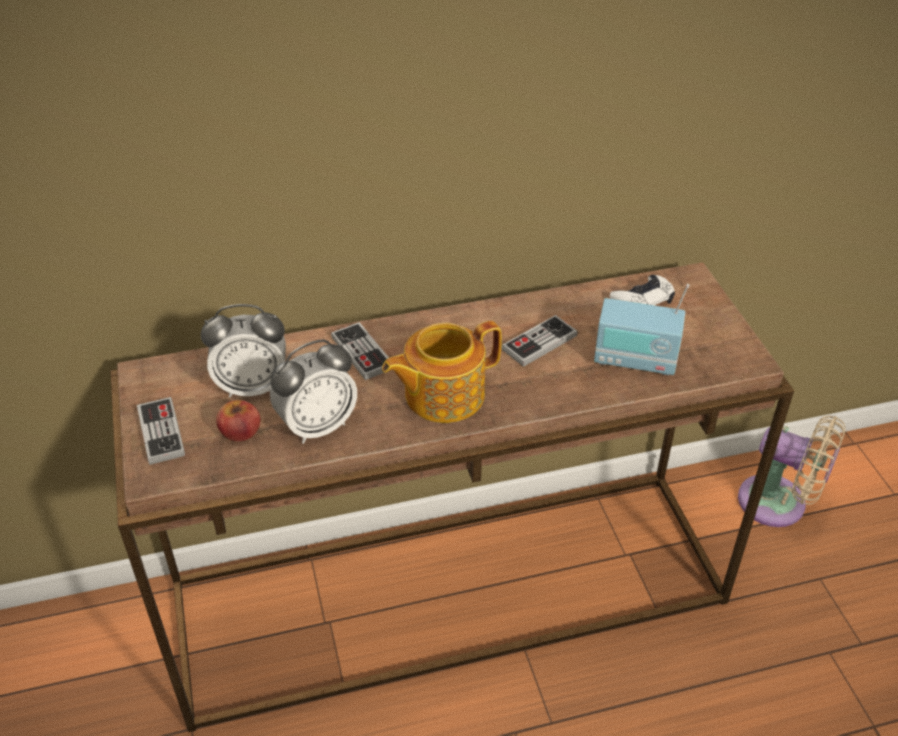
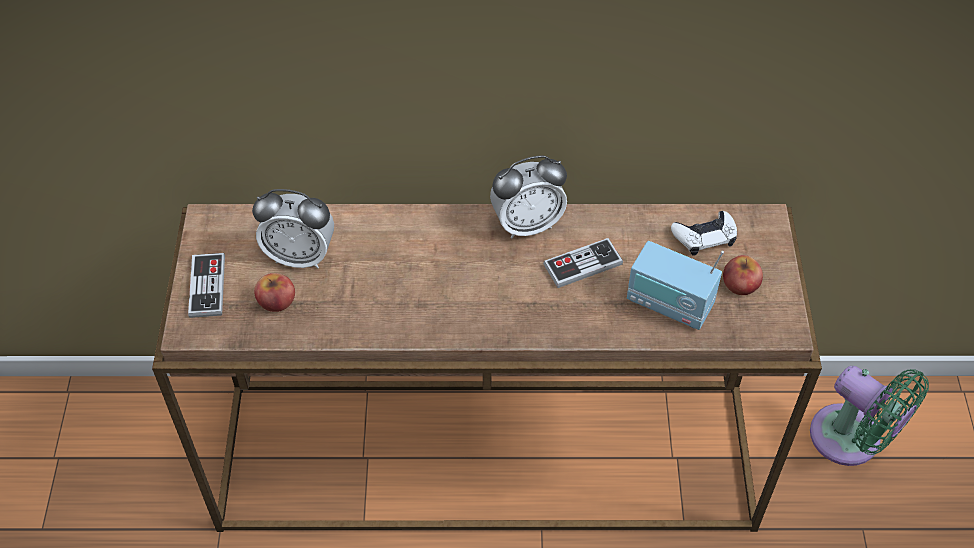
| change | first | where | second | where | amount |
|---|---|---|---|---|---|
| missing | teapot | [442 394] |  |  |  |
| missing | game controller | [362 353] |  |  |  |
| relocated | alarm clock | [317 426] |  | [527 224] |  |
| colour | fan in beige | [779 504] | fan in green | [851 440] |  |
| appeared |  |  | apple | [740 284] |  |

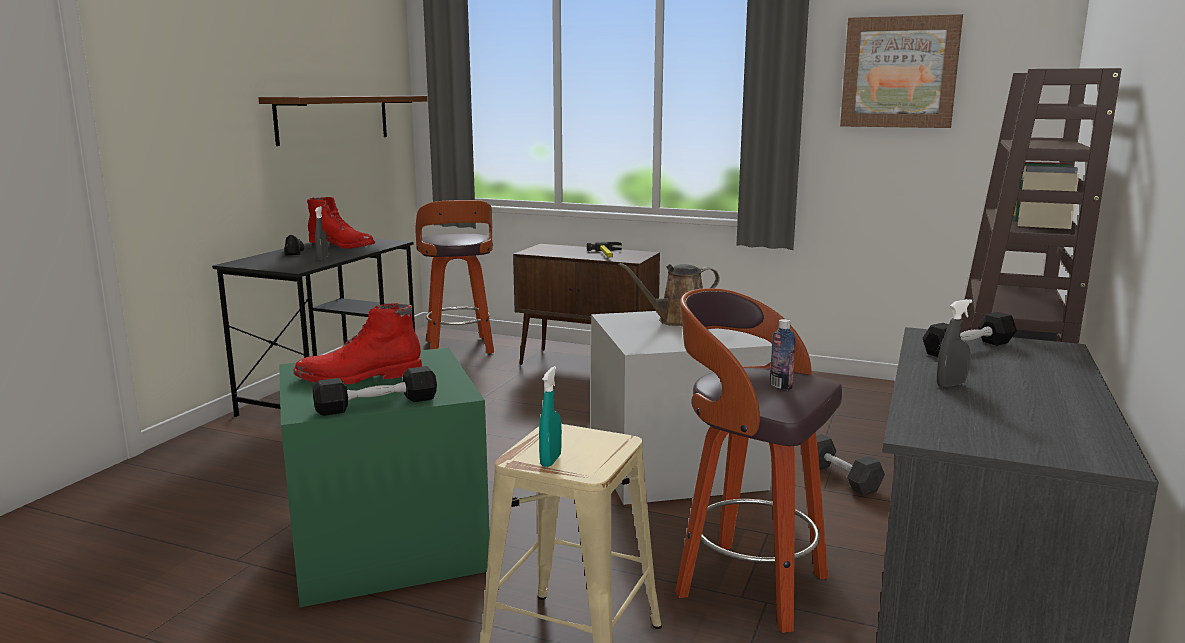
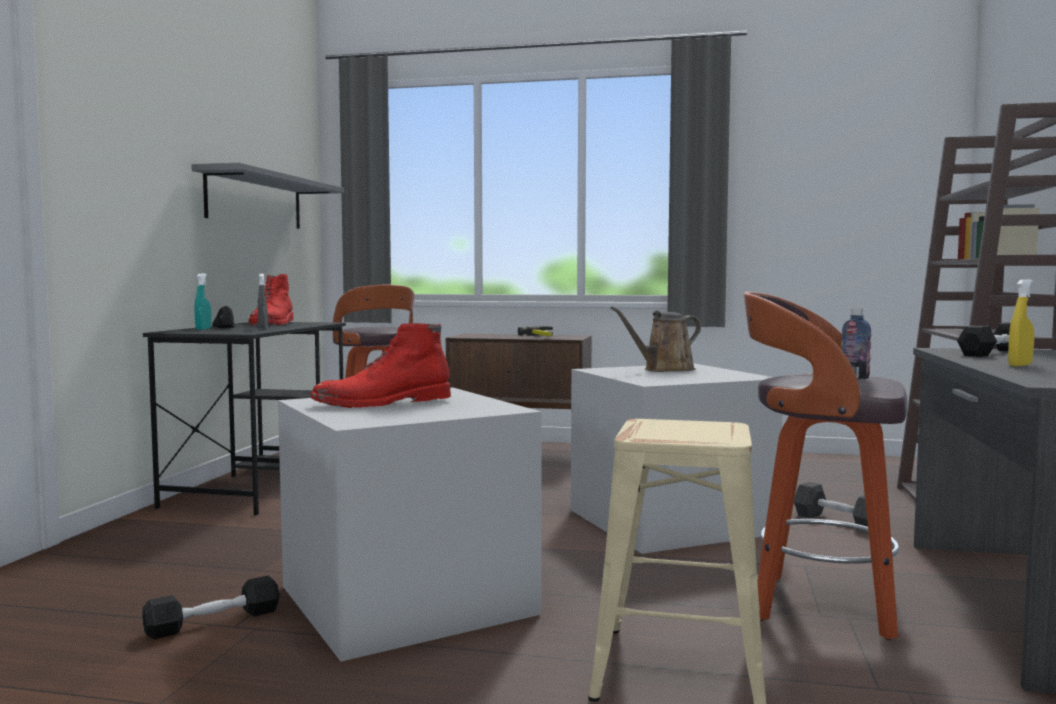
| change | first | where | second | where | amount |
|---|---|---|---|---|---|
| missing | picture | [899 72] |  |  |  |
| colour | shelf in brown | [333 118] | shelf in grey | [255 200] |  |
| spun | boot in red | [343 245] |  | [273 324] | 75 degrees clockwise |
| colour | spray bottle in grey | [951 385] | spray bottle in yellow | [1020 365] |  |
| colour | storage box in green | [390 544] | storage box in grey | [410 600] |  |
| relocated | dumbbell in black | [377 404] |  | [213 622] |  |
| relocated | spray bottle in turquoise | [550 460] |  | [203 329] |  |

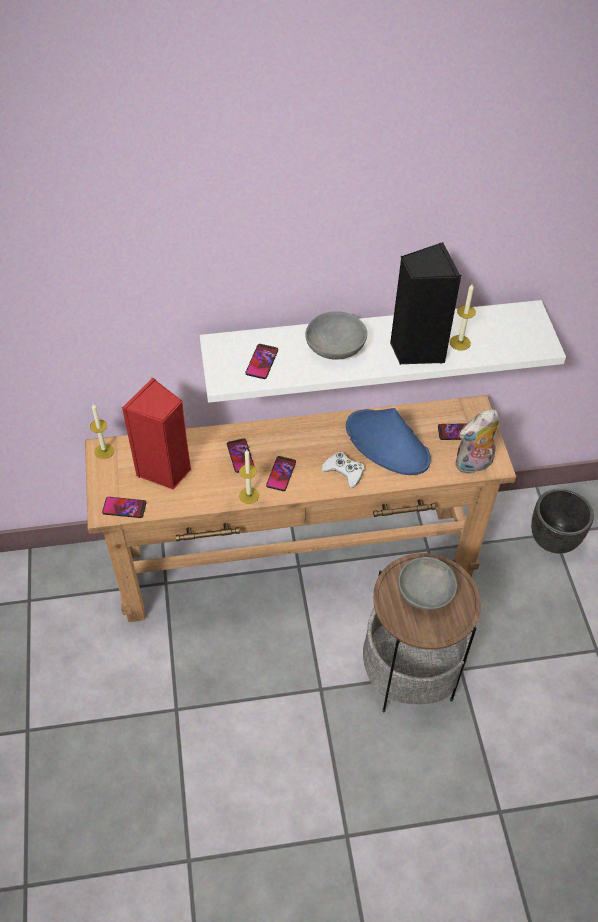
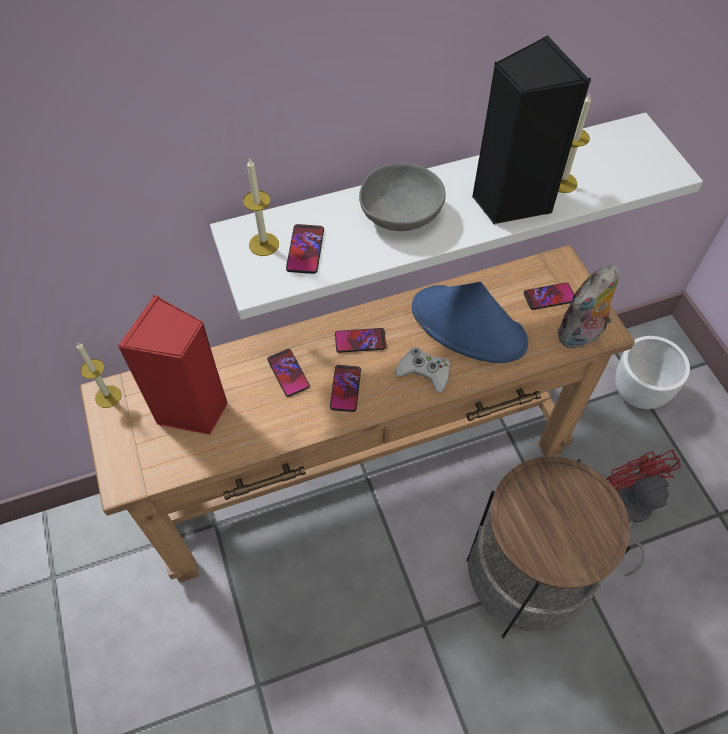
| change | first | where | second | where | amount |
|---|---|---|---|---|---|
| relocated | candle | [249 495] |  | [264 244] |  |
| colour | planter in black | [553 540] | planter in white | [638 392] |  |
| relocated | phone | [124 508] |  | [360 341] |  |
| missing | bowl in grey | [425 593] |  |  |  |
| appeared |  |  | fan in red | [627 512] |  |

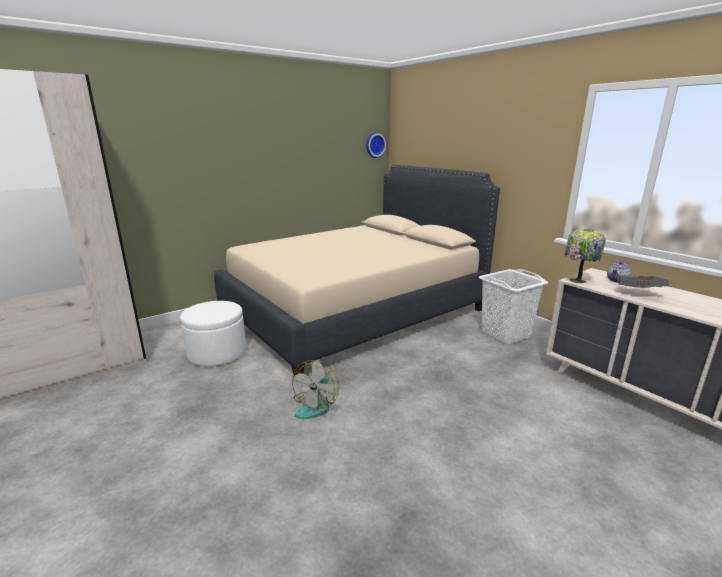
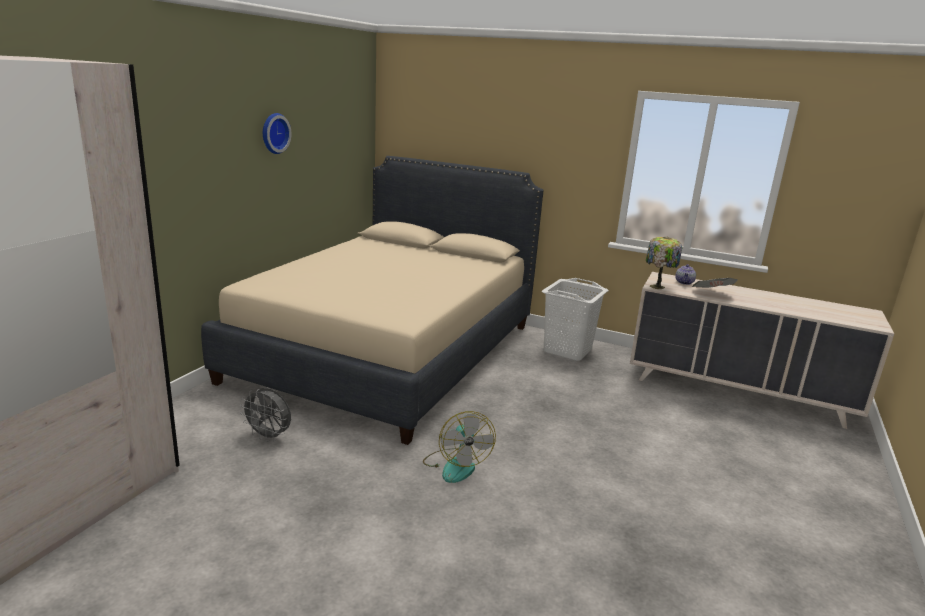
| change | first | where | second | where | amount |
|---|---|---|---|---|---|
| relocated | wall clock | [374 145] |  | [273 133] |  |
| exchanged | ottoman in white | [217 353] | fan in grey | [269 437] |  |

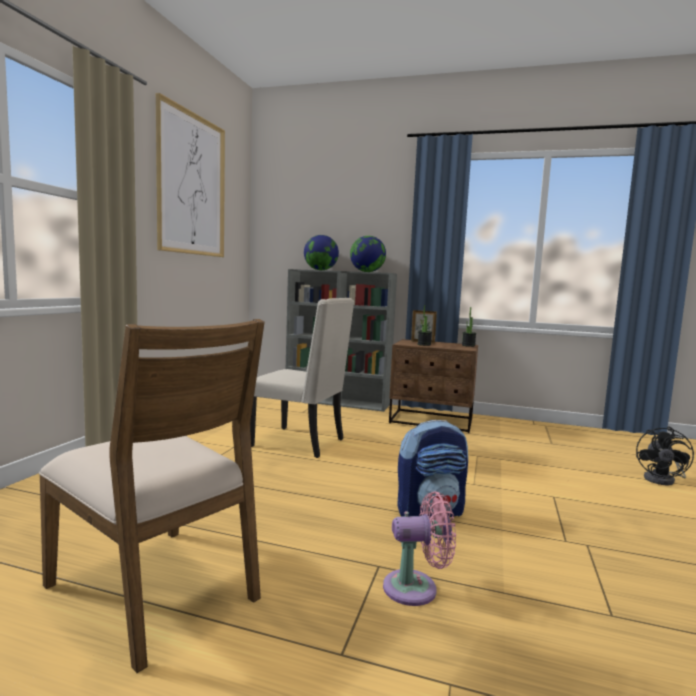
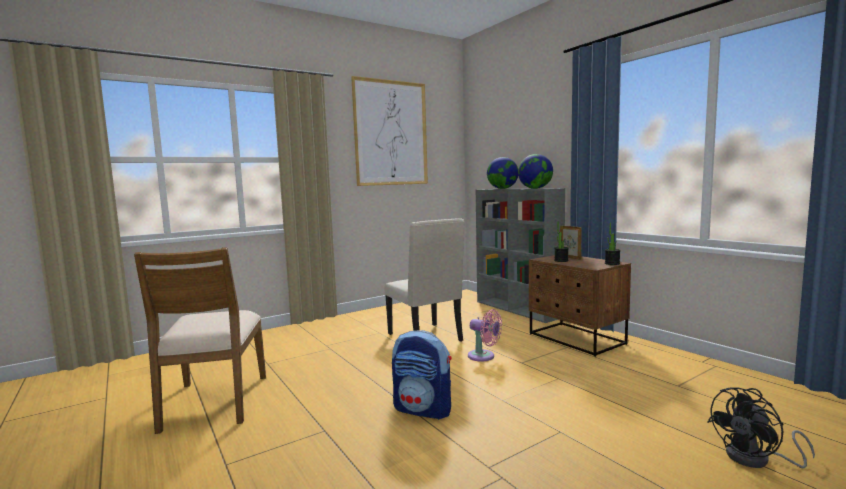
| change | first | where | second | where | amount |
|---|---|---|---|---|---|
| relocated | fan in pink | [416 588] |  | [483 356] |  |

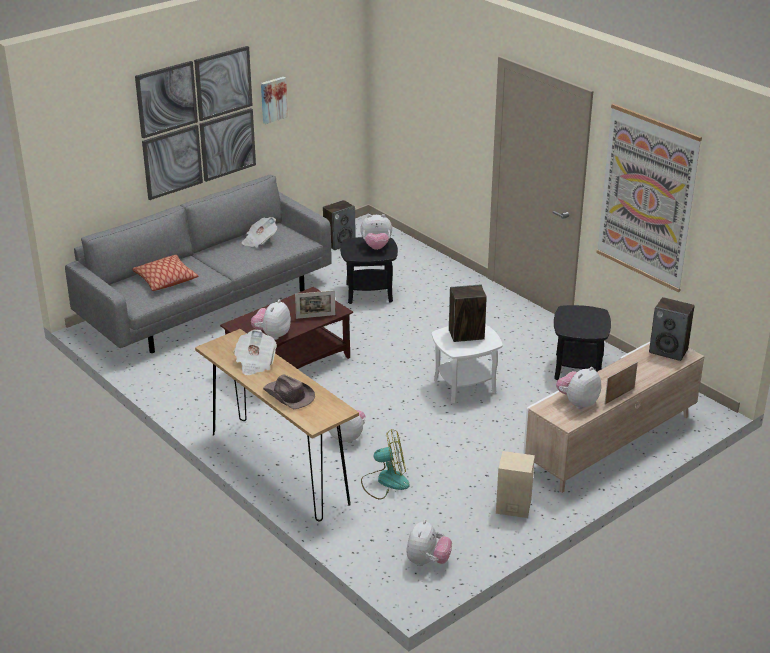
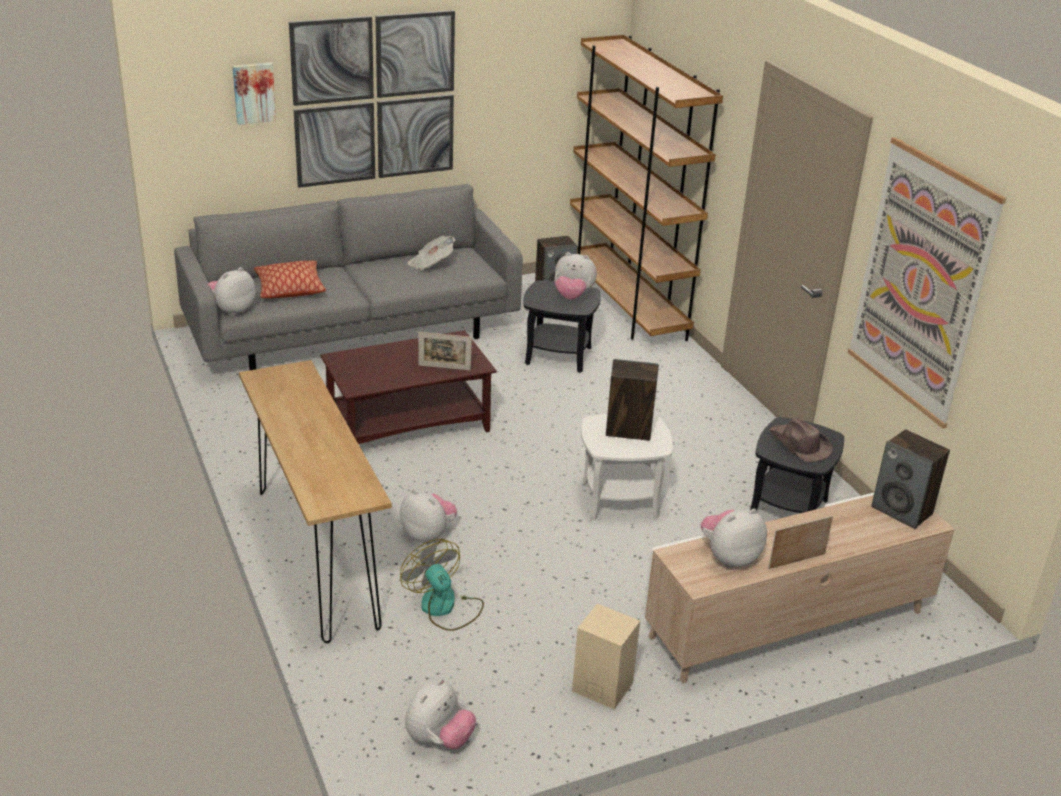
| change | first | where | second | where | amount |
|---|---|---|---|---|---|
| relocated | picture | [273 99] |  | [254 92] |  |
| relocated | plush toy | [272 335] |  | [232 310] |  |
| missing | newspaper | [255 363] |  |  |  |
| relocated | hat in brown | [289 395] |  | [799 445] |  |
| spun | fan | [385 481] |  | [444 607] | 135 degrees counterclockwise |
| appeared |  |  | bookcase in brown | [625 306] |  |

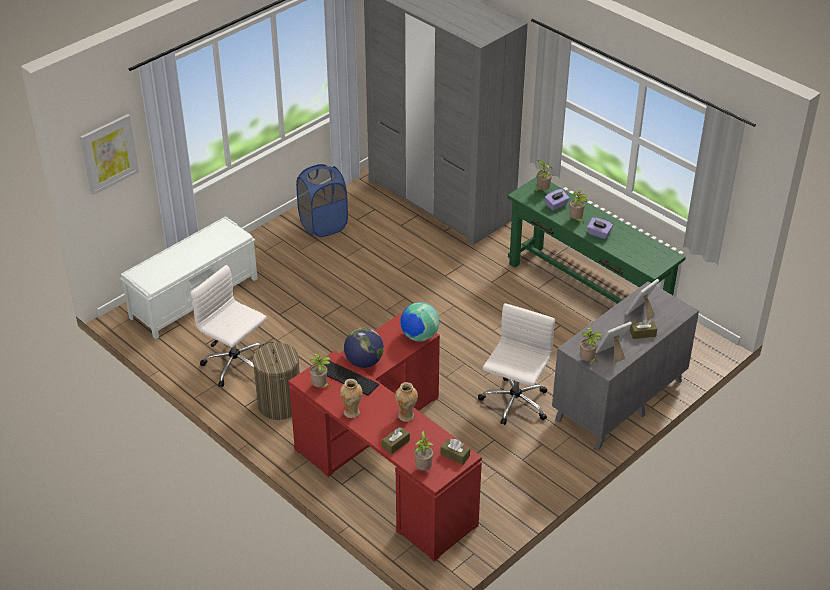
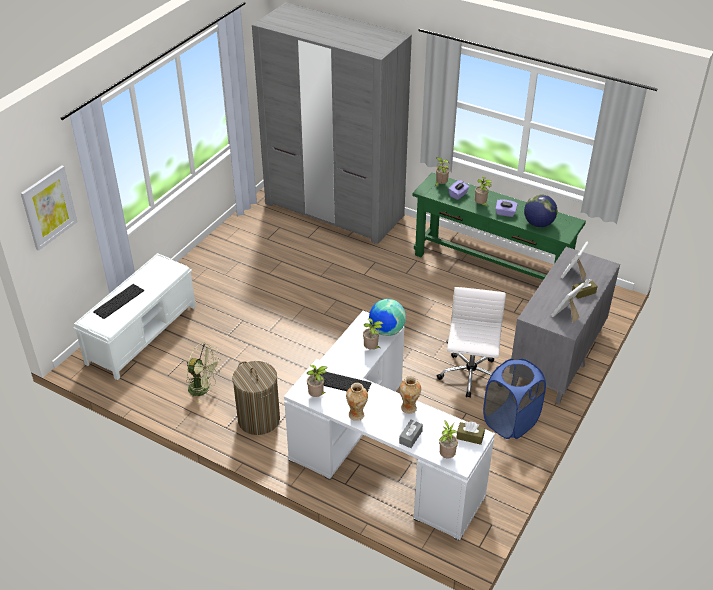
| change | first | where | second | where | amount |
|---|---|---|---|---|---|
| relocated | laundry basket in blue | [323 225] |  | [510 422] |  |
| exchanged | office chair in white | [236 364] | fan in green | [203 389] |  |
| colour | desk in red | [385 462] | desk in white | [377 454] |  |
| relocated | potted plant | [587 361] |  | [371 349] |  |
| relocated | globe | [364 362] |  | [538 224] |  |
| colour | tissue box in brown | [395 444] | tissue box in grey | [410 437] |  |
| appeared |  |  | keyboard | [118 300] |  |

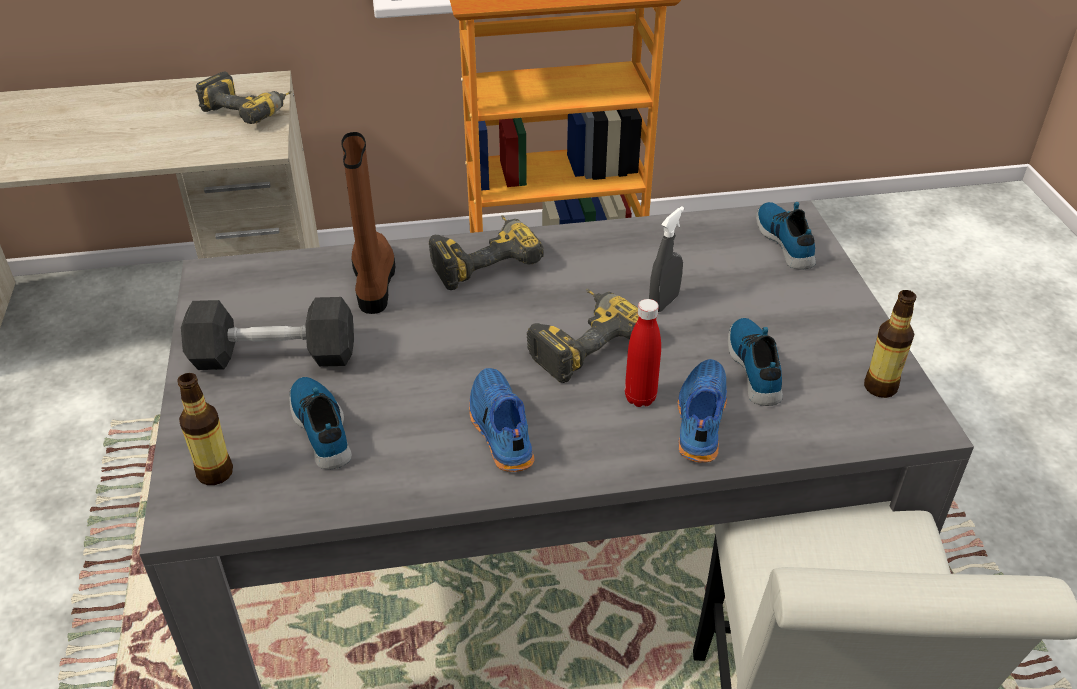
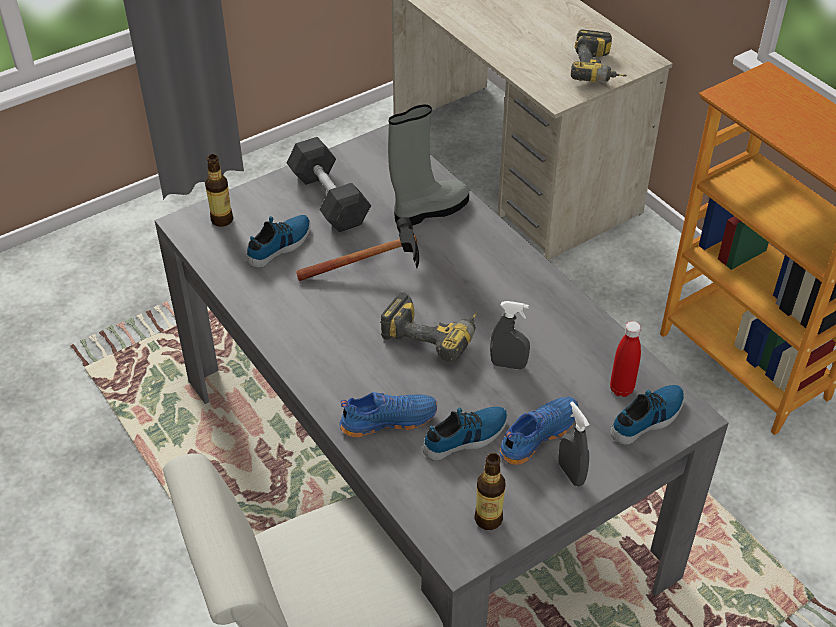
| change | first | where | second | where | amount |
|---|---|---|---|---|---|
| colour | boot in brown | [373 281] | boot in grey | [429 210] |  |
| missing | power drill | [483 260] |  |  |  |
| relocated | bottle in red | [640 398] |  | [621 389] |  |
| relocated | shoe in blue | [499 430] |  | [536 435] |  |
| appeared |  |  | hammer | [375 269] |  |
| appeared |  |  | spray bottle in grey | [571 473] |  |

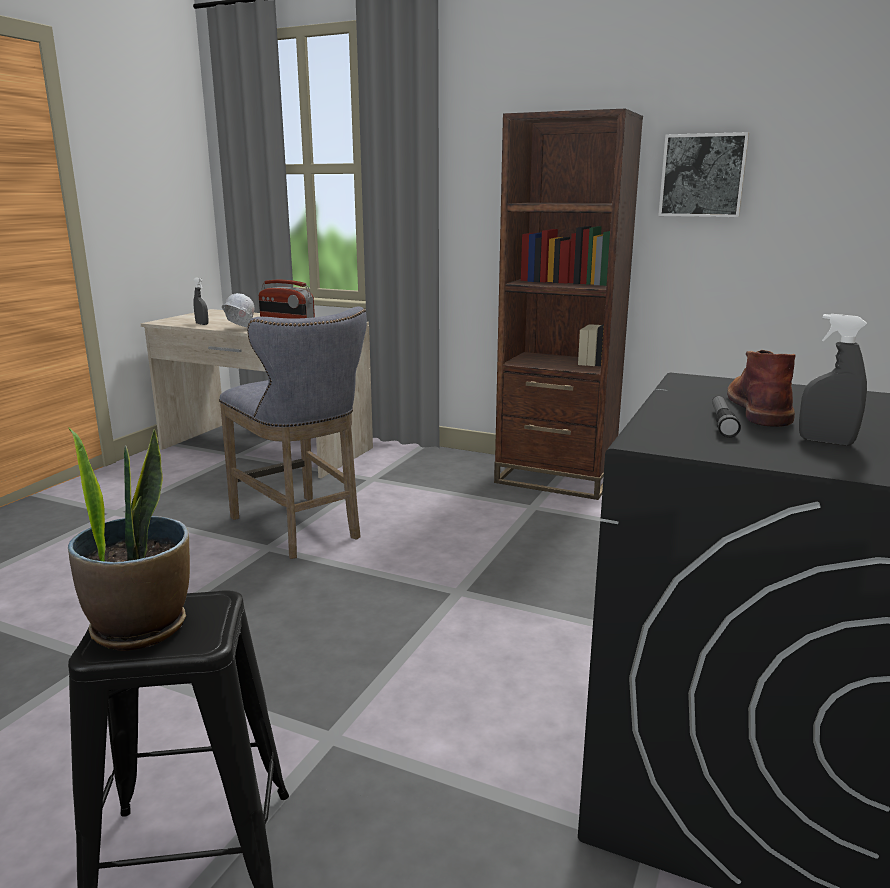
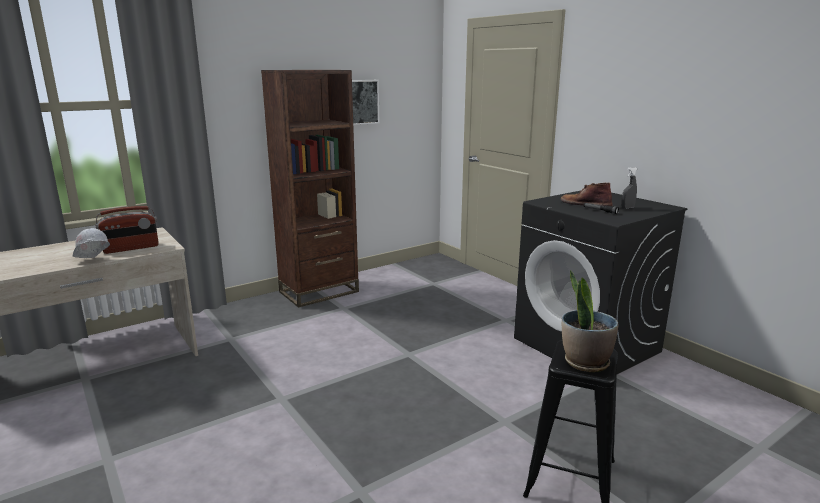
| change | first | where | second | where | amount |
|---|---|---|---|---|---|
| missing | spray bottle in grey | [202 324] |  |  |  |
| missing | stool in grey | [301 529] |  |  |  |

